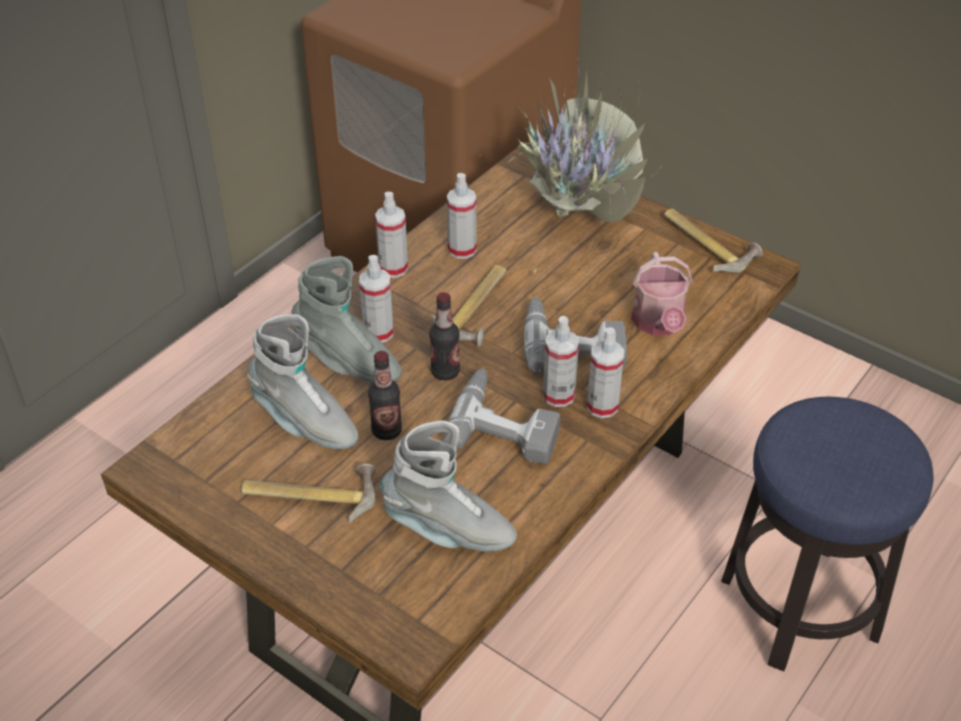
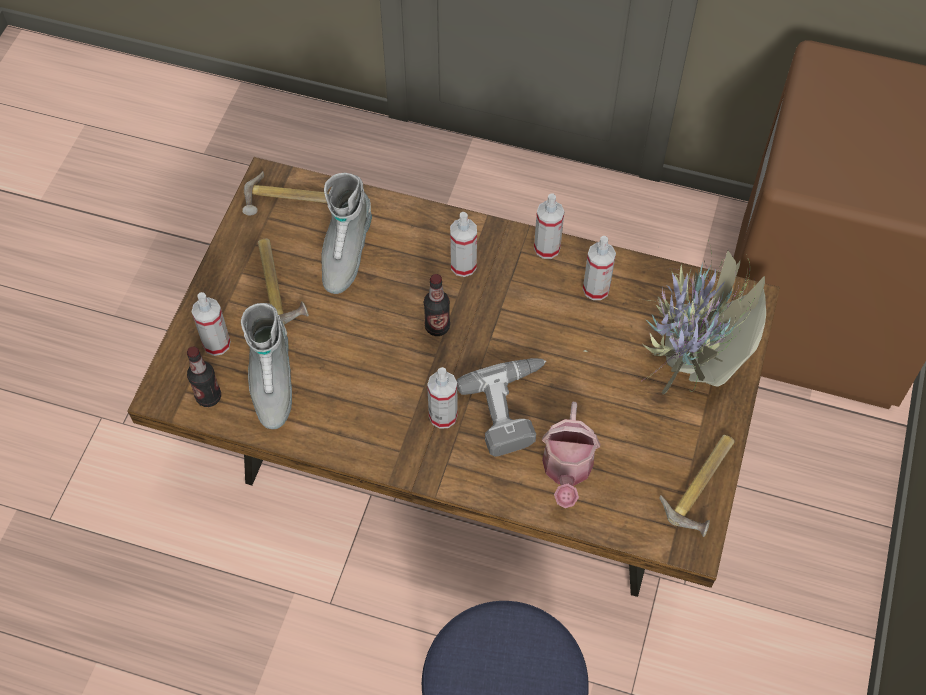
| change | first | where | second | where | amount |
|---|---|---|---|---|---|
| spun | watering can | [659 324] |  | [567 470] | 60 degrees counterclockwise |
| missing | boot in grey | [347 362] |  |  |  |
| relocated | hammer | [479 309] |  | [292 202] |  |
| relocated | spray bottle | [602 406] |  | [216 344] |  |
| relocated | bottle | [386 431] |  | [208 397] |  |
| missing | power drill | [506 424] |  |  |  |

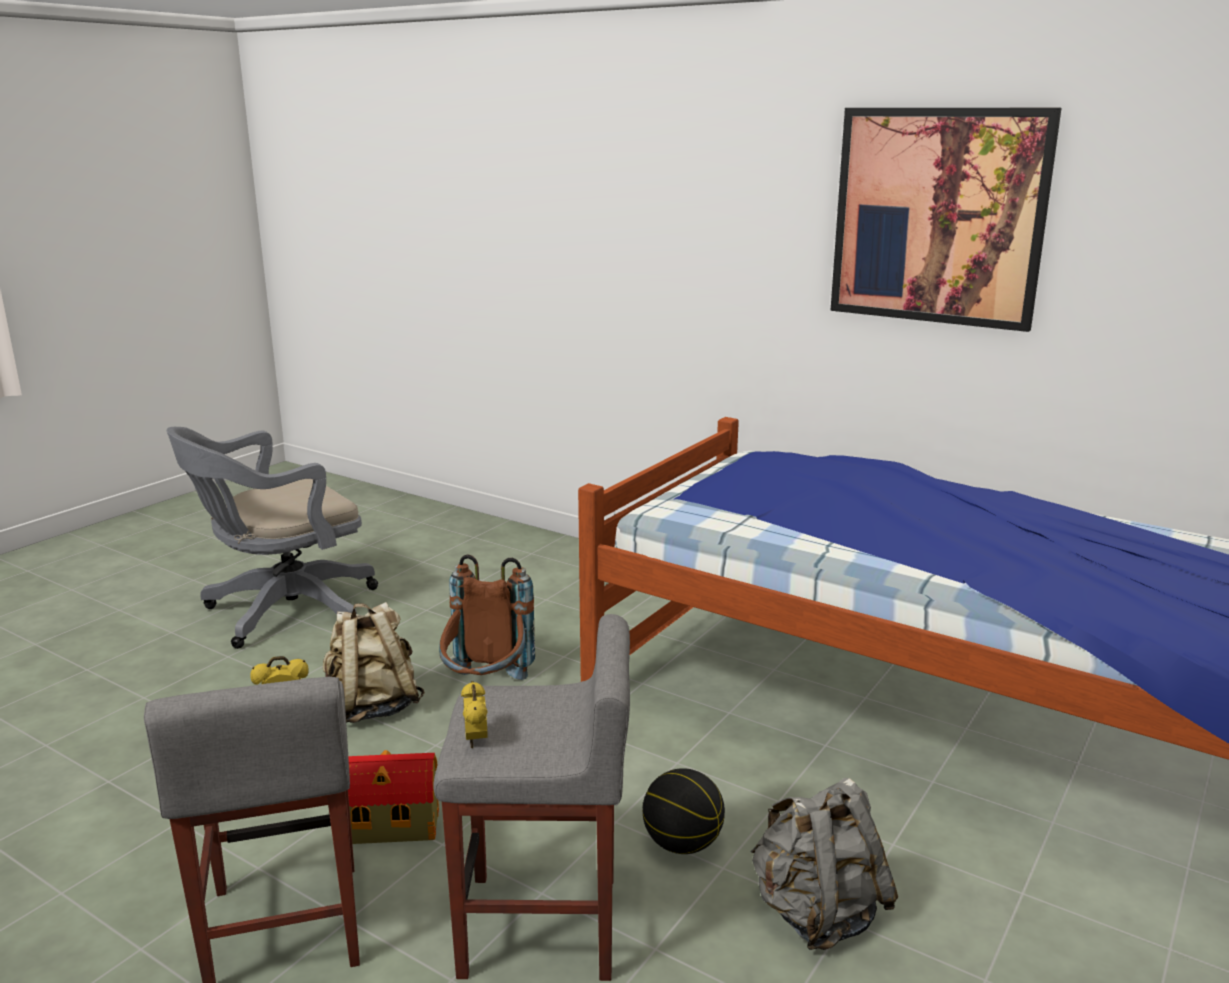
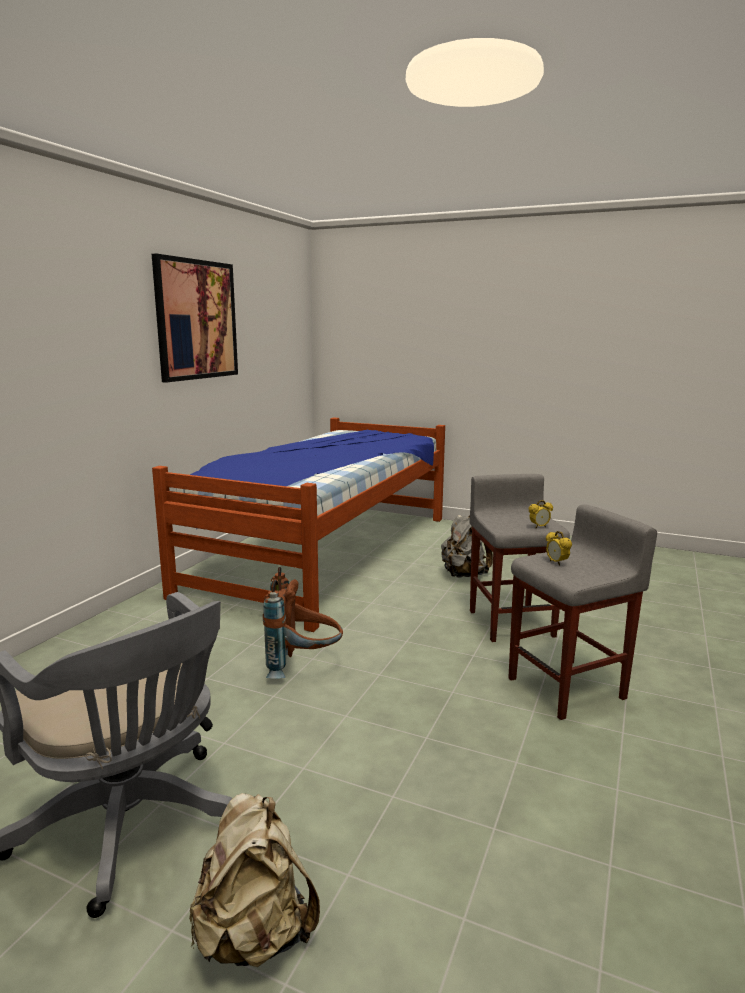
| change | first | where | second | where | amount |
|---|---|---|---|---|---|
| relocated | backpack in beige | [373 706] |  | [254 935] |  |
| missing | toy house | [391 827] |  |  |  |
| missing | basketball | [682 844] |  |  |  |

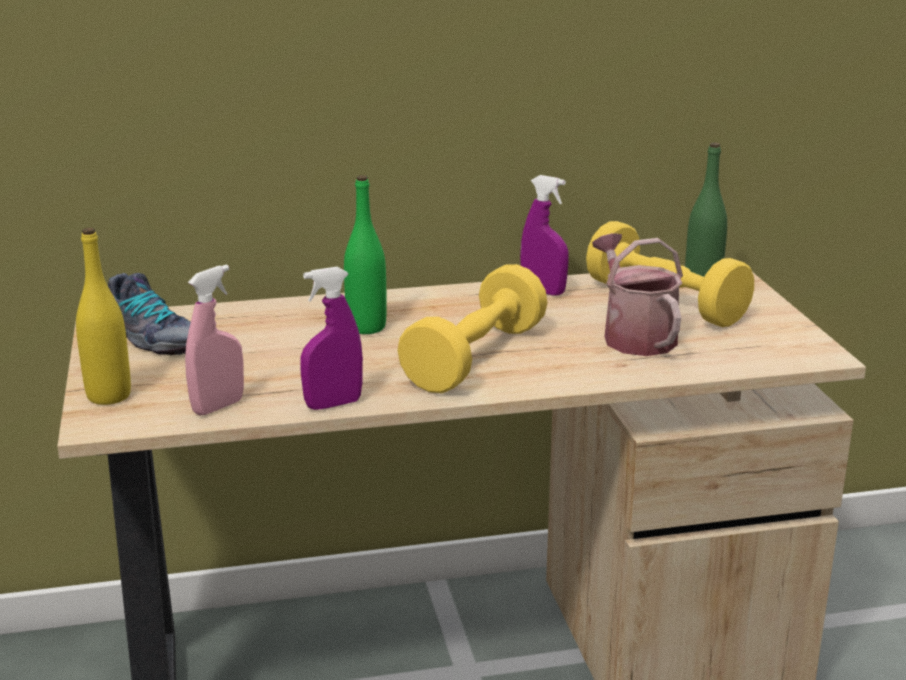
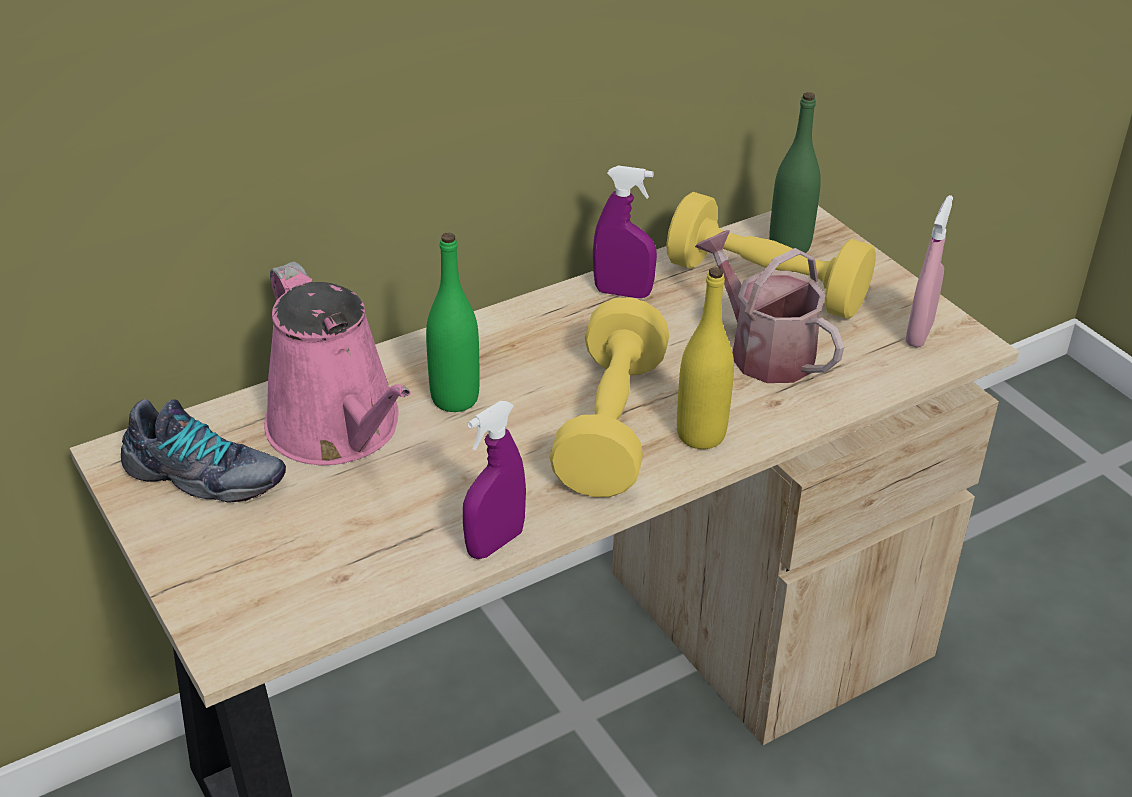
| change | first | where | second | where | amount |
|---|---|---|---|---|---|
| relocated | bottle in yellow | [109 396] |  | [701 435] |  |
| relocated | spray bottle in pink | [218 406] |  | [919 333] |  |
| appeared |  |  | watering can in pink | [339 430] |  |

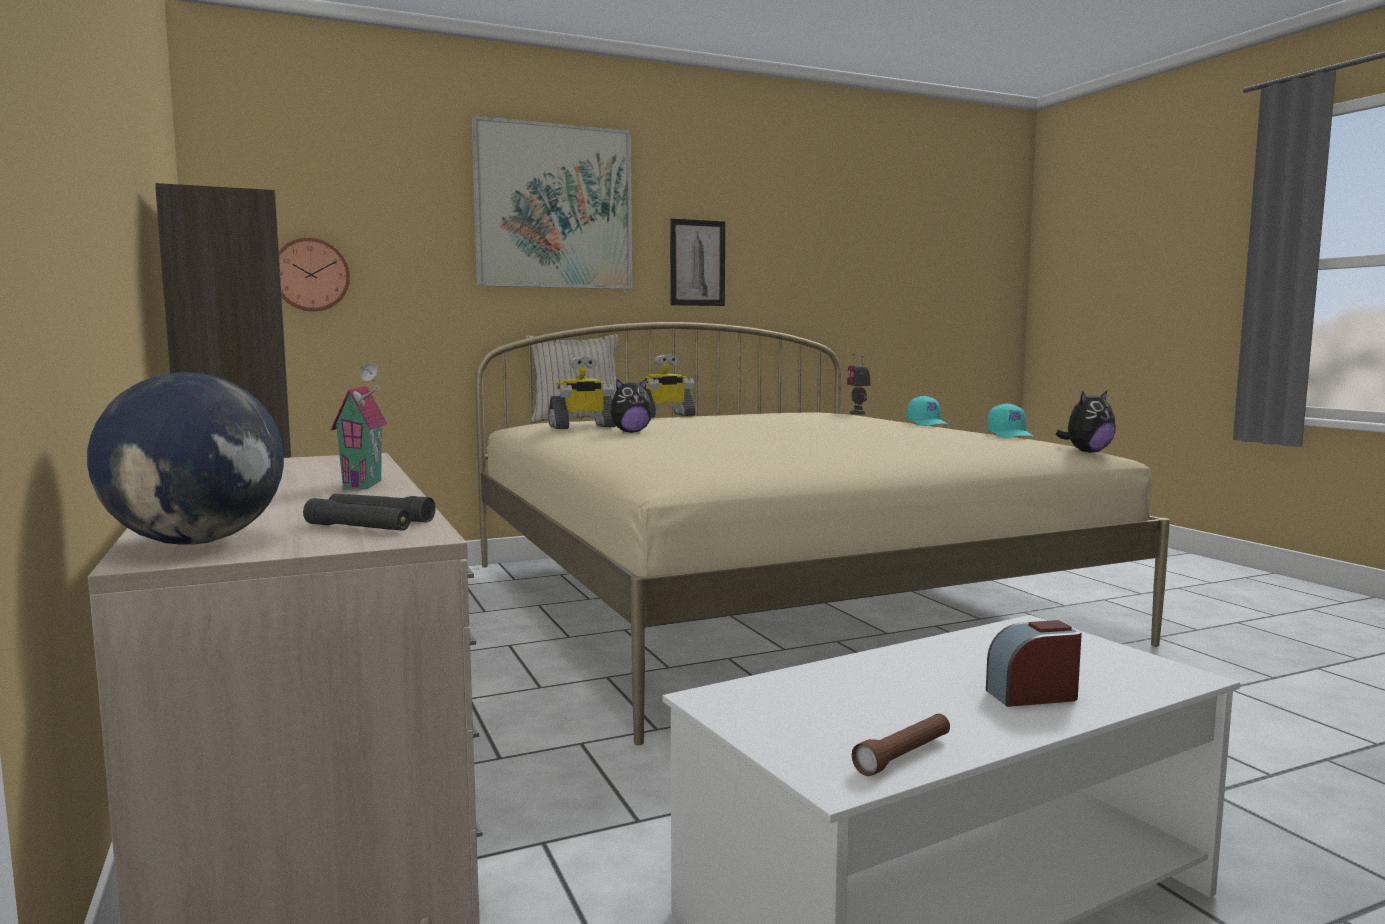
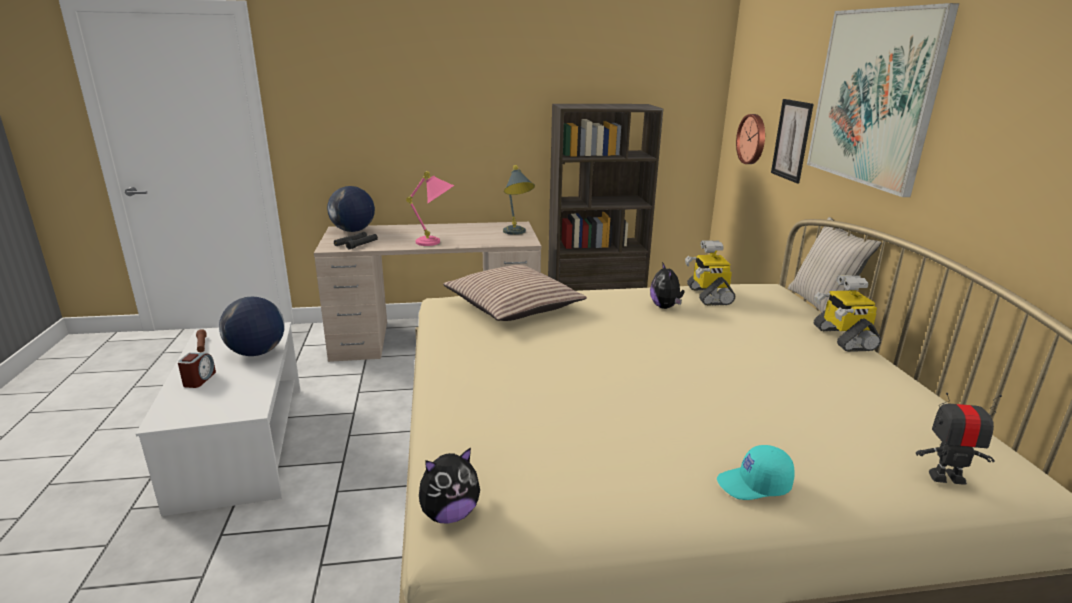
| change | first | where | second | where | amount |
|---|---|---|---|---|---|
| relocated | picture | [697 263] |  | [791 140] |  |
| exchanged | toy house | [366 484] | table lamp in pink | [436 243] |  |
| spun | plush toy | [1087 452] |  | [449 514] | 105 degrees counterclockwise |
| missing | cap in turquoise | [1011 435] |  |  |  |
| appeared |  |  | table lamp in grey | [516 233] |  |
| appeared |  |  | pillow | [513 306] |  |
| appeared |  |  | globe | [257 353] |  |

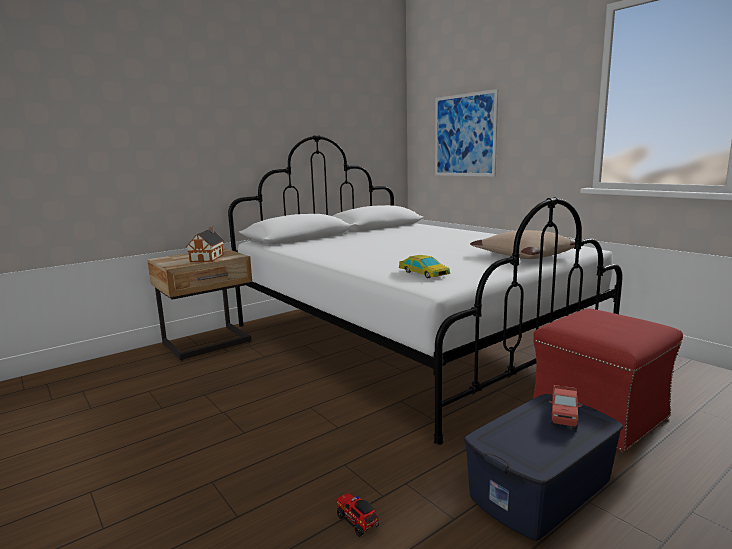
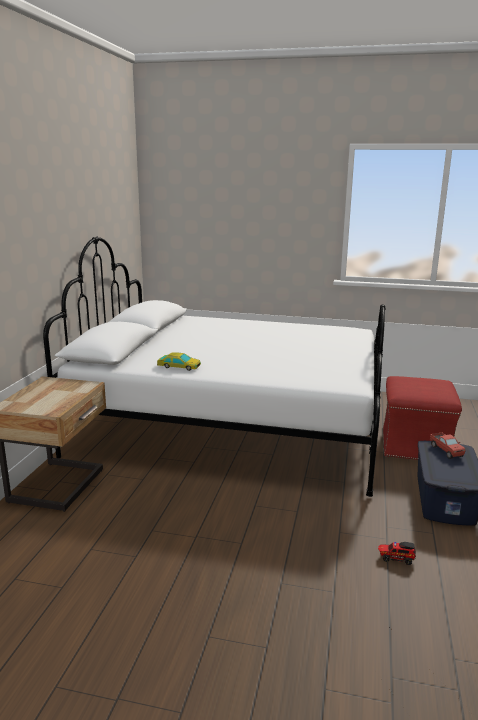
| change | first | where | second | where | amount |
|---|---|---|---|---|---|
| missing | picture | [464 135] |  |  |  |
| missing | toy house | [208 258] |  |  |  |
| missing | pillow in beige | [523 255] |  |  |  |
| relocated | toy car | [423 273] |  | [179 366] |  |

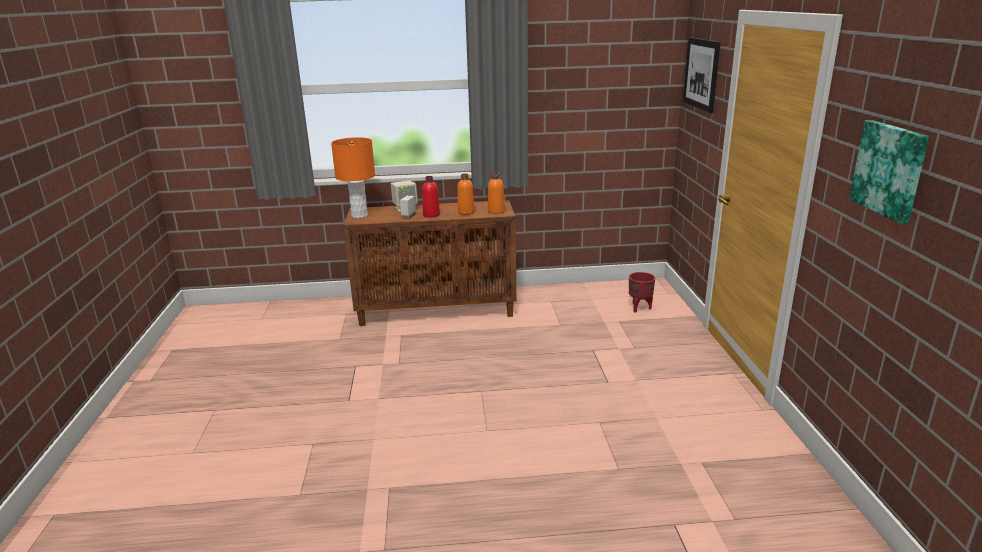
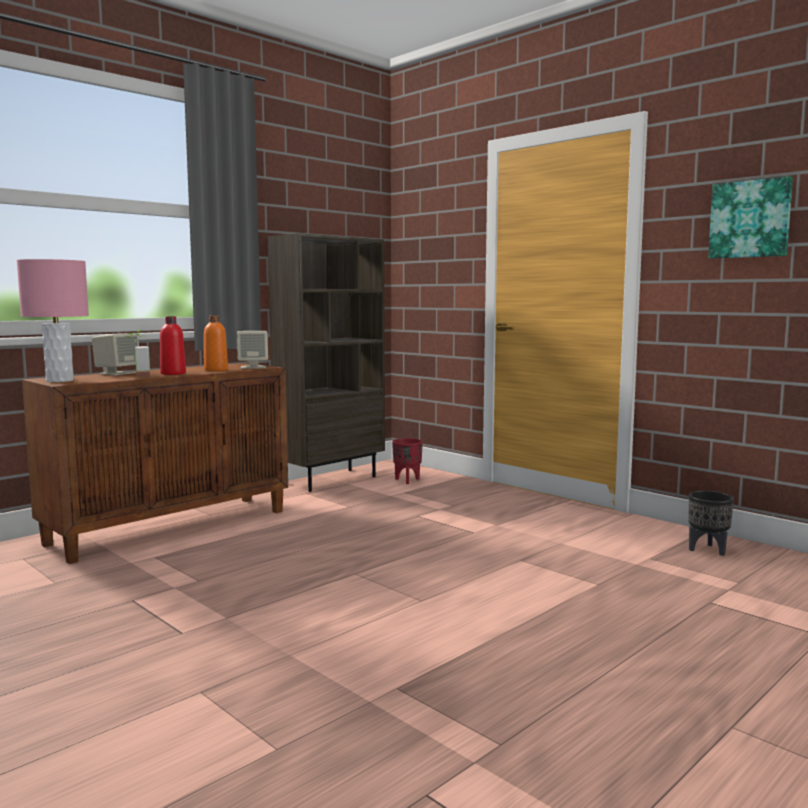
| change | first | where | second | where | amount |
|---|---|---|---|---|---|
| missing | picture | [701 73] |  |  |  |
| colour | table lamp in orange | [359 215] | table lamp in pink | [60 380] |  |
| exchanged | bottle in orange | [496 211] | speaker in beige | [253 367] |  |
| appeared |  |  | bookcase in brown | [330 480] |  |
| appeared |  |  | planter in black | [708 550] |  |

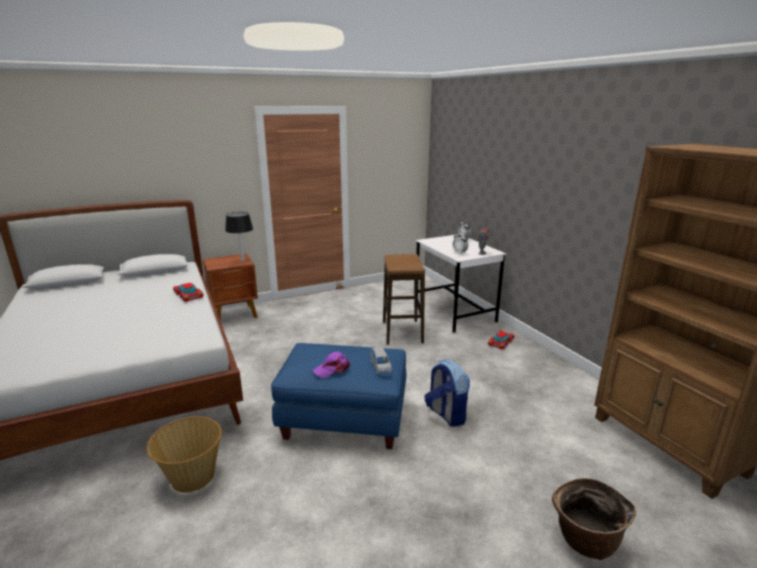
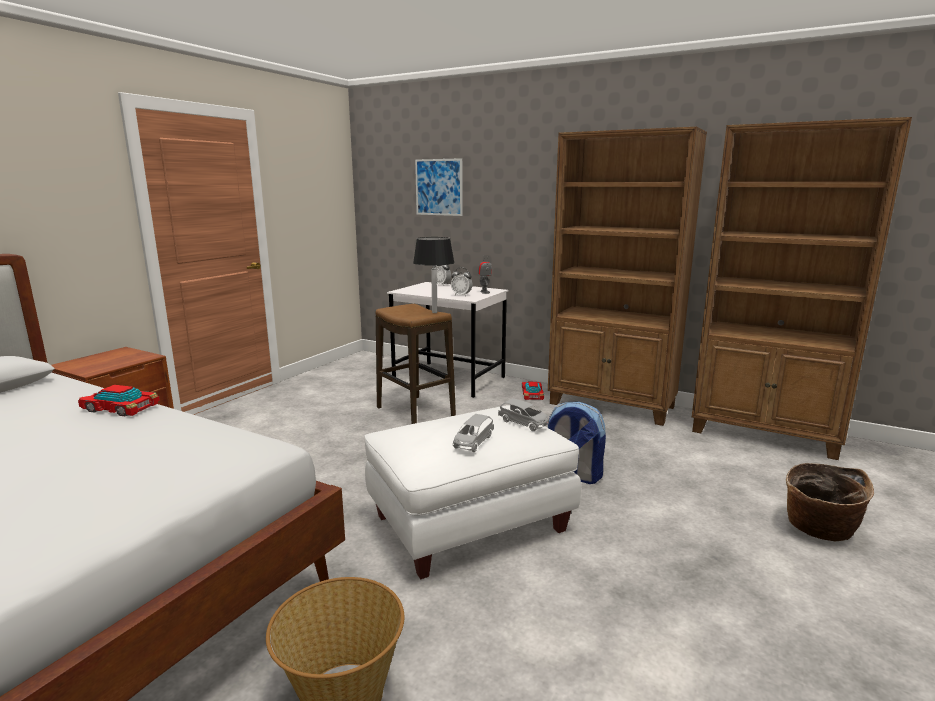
| change | first | where | second | where | amount |
|---|---|---|---|---|---|
| relocated | table lamp in black | [242 261] |  | [434 312] |  |
| colour | ottoman in blue | [345 419] | ottoman in white | [470 522] |  |
| exchanged | cap in purple | [332 369] | toy car in grey | [473 442] |  |
| appeared |  |  | bookcase in brown | [612 405] |  |
| appeared |  |  | picture | [439 187] |  |

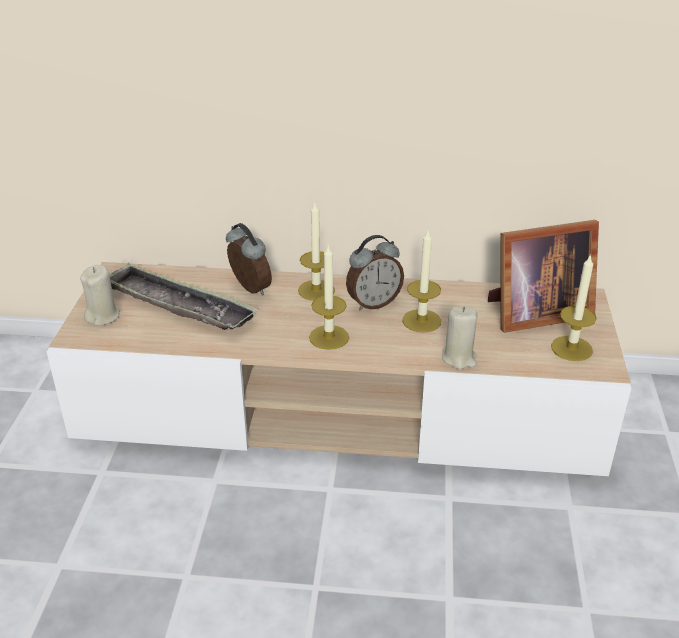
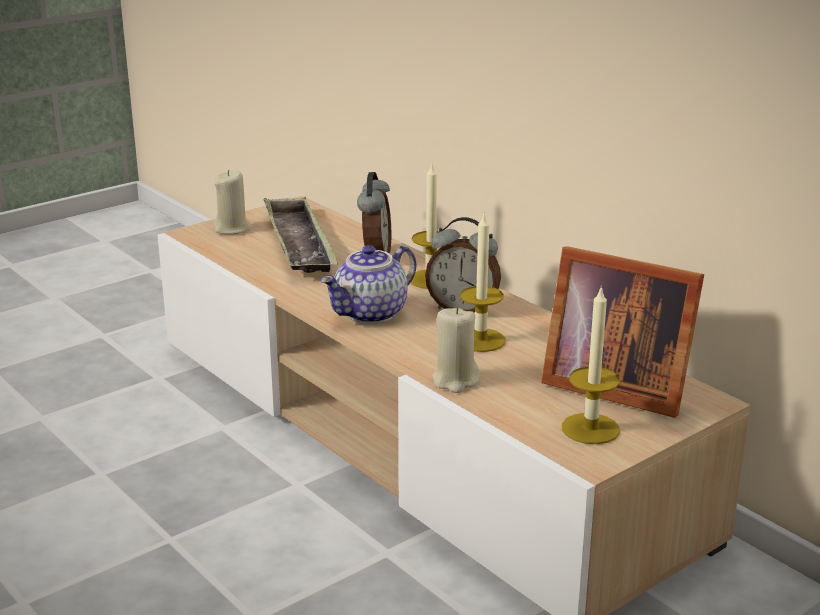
| change | first | where | second | where | amount |
|---|---|---|---|---|---|
| exchanged | candle | [329 337] | teapot | [371 314] |  |

